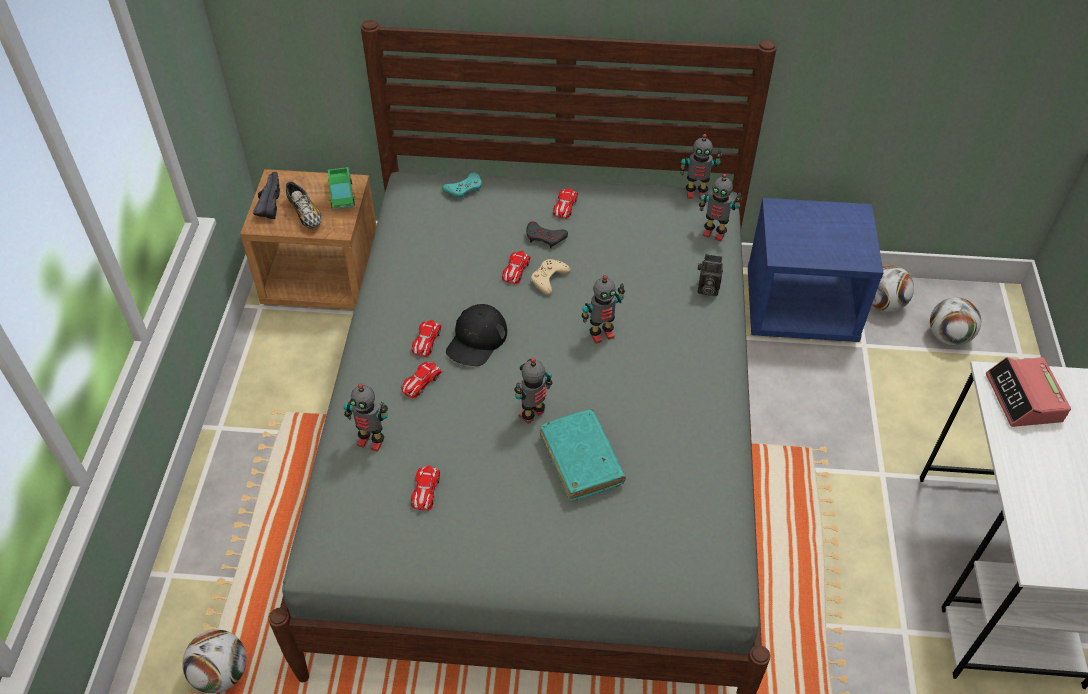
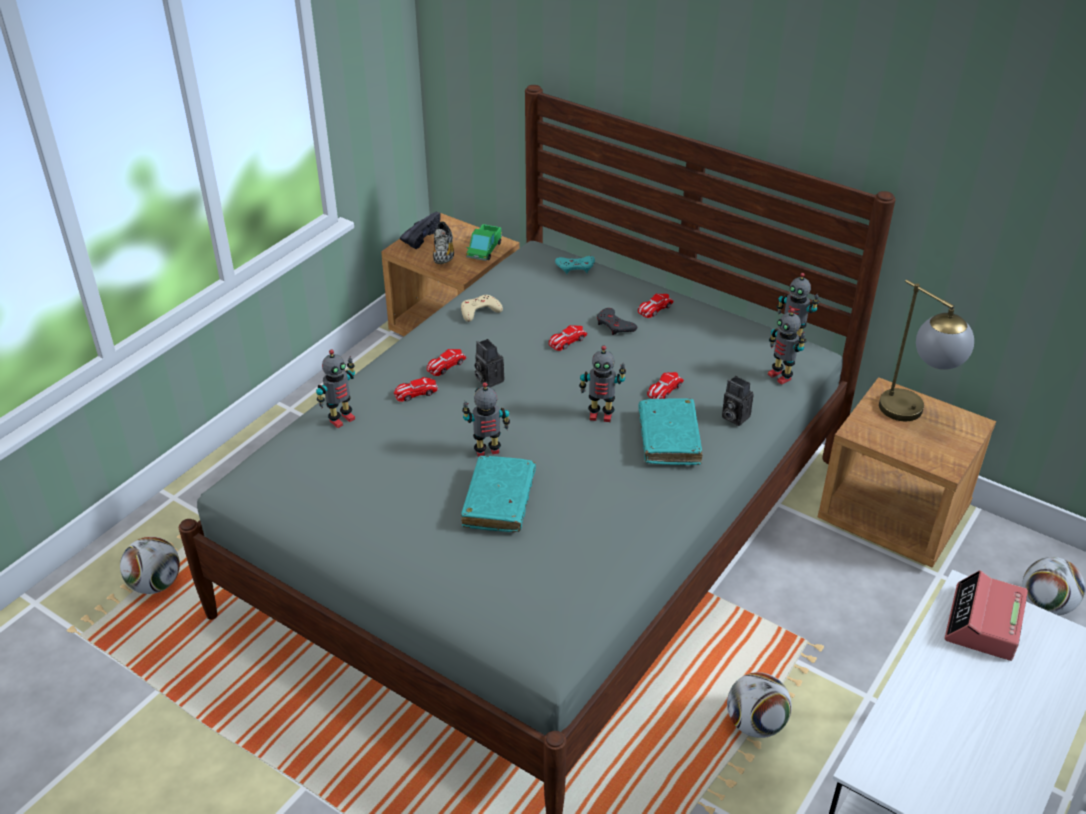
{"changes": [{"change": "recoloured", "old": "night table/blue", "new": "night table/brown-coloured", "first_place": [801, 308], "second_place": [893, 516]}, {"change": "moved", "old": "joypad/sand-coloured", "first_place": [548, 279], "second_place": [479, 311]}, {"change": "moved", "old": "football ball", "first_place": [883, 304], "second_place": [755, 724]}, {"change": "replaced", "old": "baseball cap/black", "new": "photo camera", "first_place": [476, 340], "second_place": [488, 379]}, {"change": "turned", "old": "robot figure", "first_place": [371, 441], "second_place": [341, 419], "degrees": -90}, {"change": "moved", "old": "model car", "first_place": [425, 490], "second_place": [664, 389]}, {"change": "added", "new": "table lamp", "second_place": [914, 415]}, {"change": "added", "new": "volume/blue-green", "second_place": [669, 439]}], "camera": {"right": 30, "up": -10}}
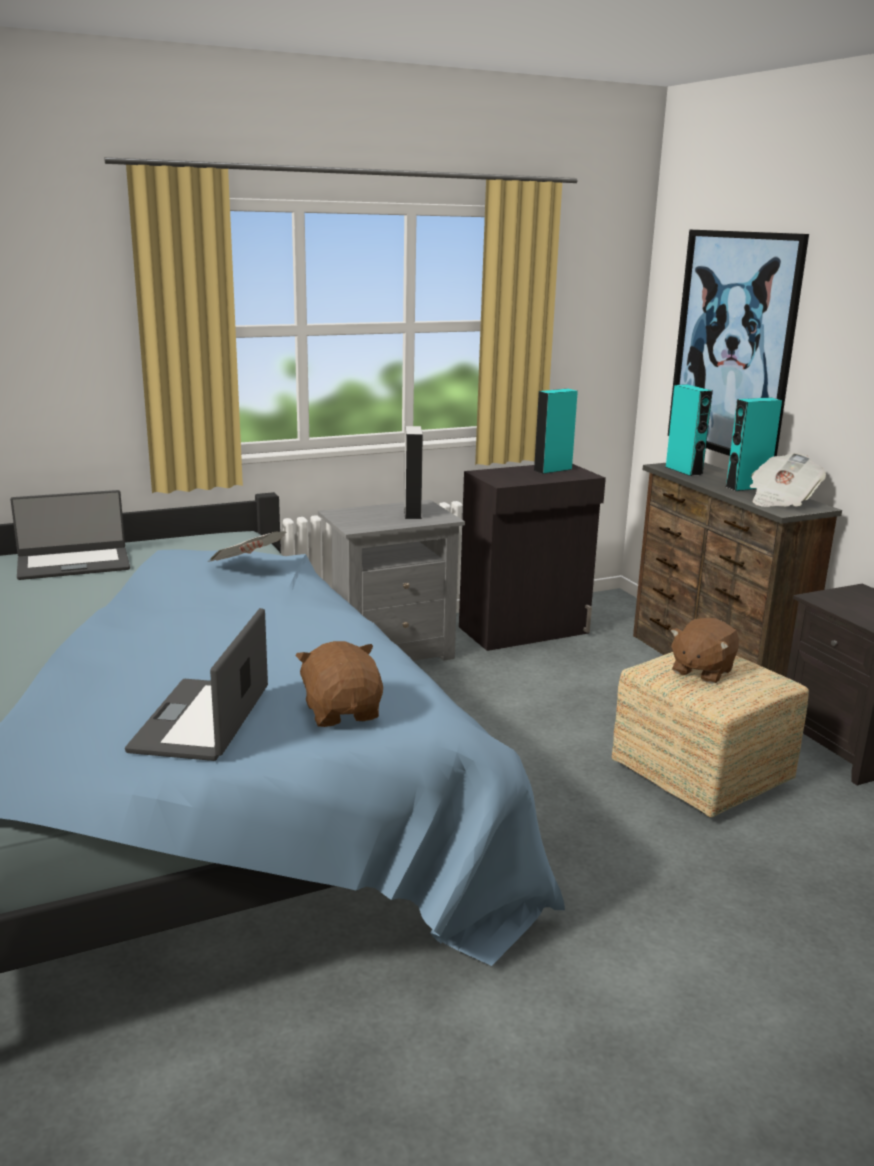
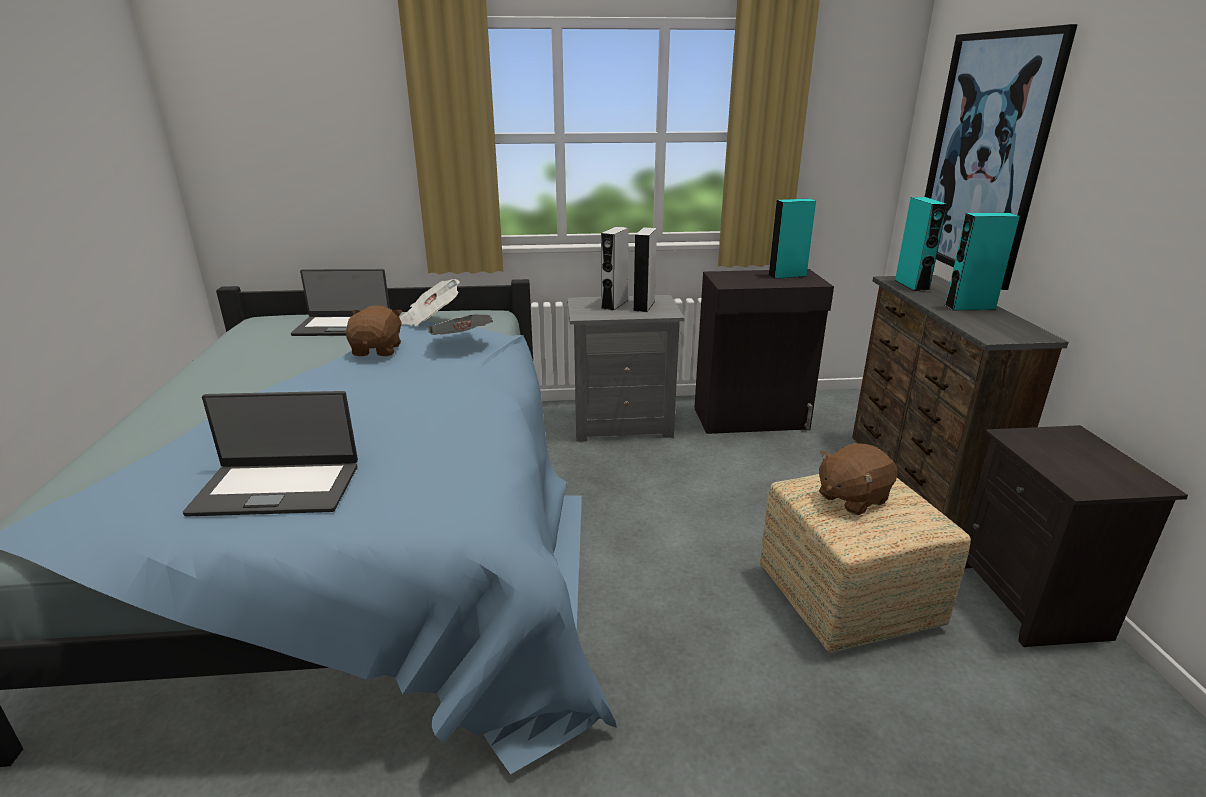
{"changes": [{"change": "moved", "old": "newspaper", "first_place": [781, 500], "second_place": [430, 319]}, {"change": "turned", "old": "portable computer", "first_place": [203, 720], "second_place": [277, 488], "degrees": -120}, {"change": "moved", "old": "cuddly toy/brown-coloured", "first_place": [342, 712], "second_place": [378, 350]}, {"change": "added", "new": "audio speaker/gray", "second_place": [614, 304]}], "camera": {"right": 20, "up": 5}}
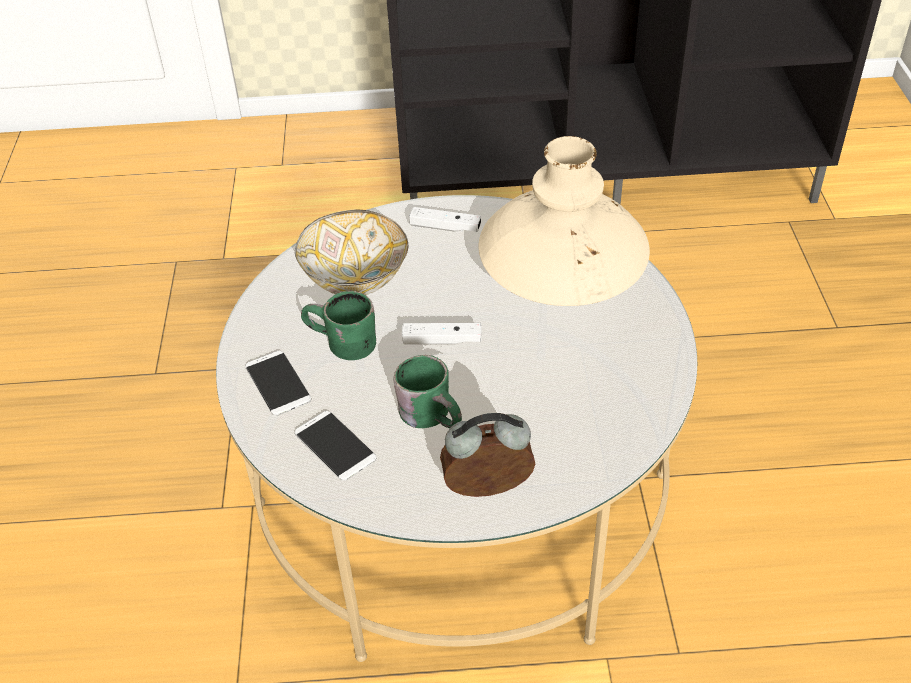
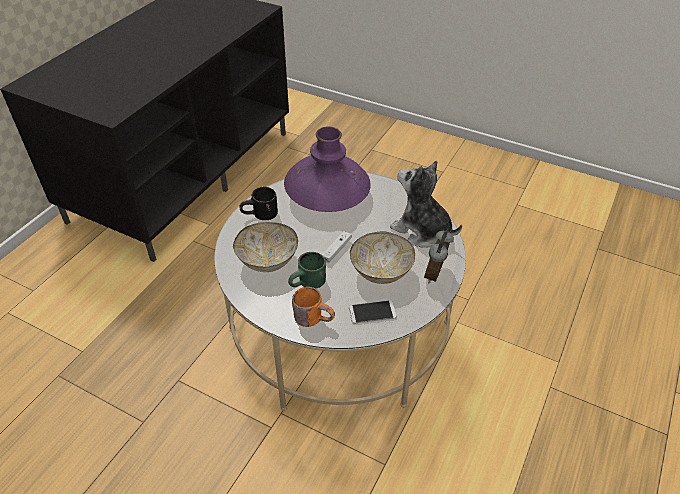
{"changes": [{"change": "recoloured", "old": "flower vase/sand-coloured", "new": "flower vase/purple-coloured", "first_place": [562, 270], "second_place": [327, 195]}, {"change": "replaced", "old": "joypad/whitish", "new": "mug/black", "first_place": [445, 227], "second_place": [261, 216]}, {"change": "replaced", "old": "phone", "new": "mug/orangey", "first_place": [278, 383], "second_place": [314, 317]}, {"change": "replaced", "old": "mug/green-coloured", "new": "deep dish", "first_place": [434, 415], "second_place": [380, 272]}, {"change": "added", "new": "cuddly toy", "second_place": [422, 231]}], "camera": {"right": -60, "up": 0}}
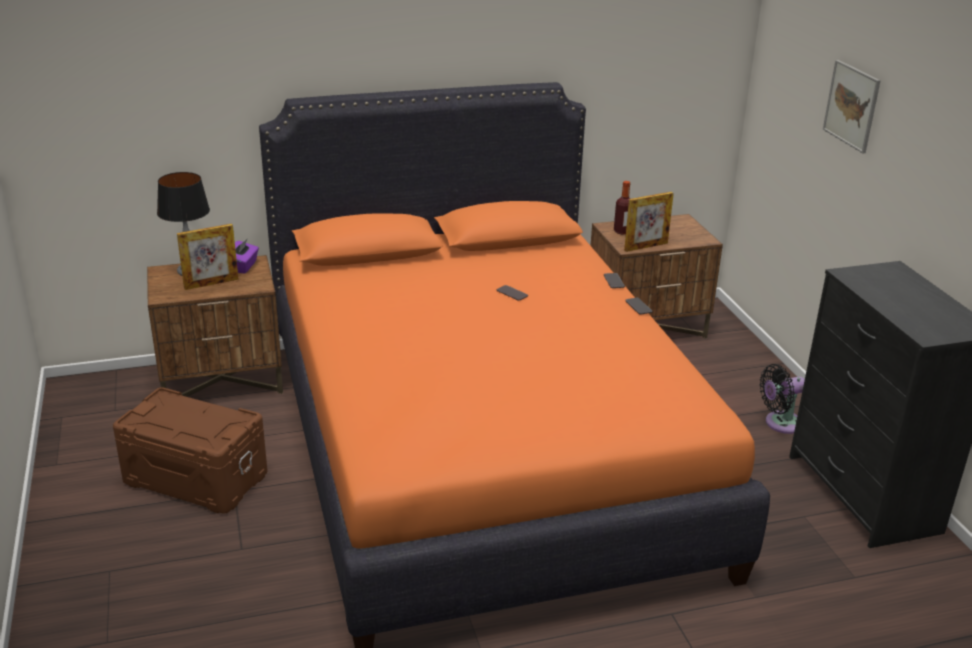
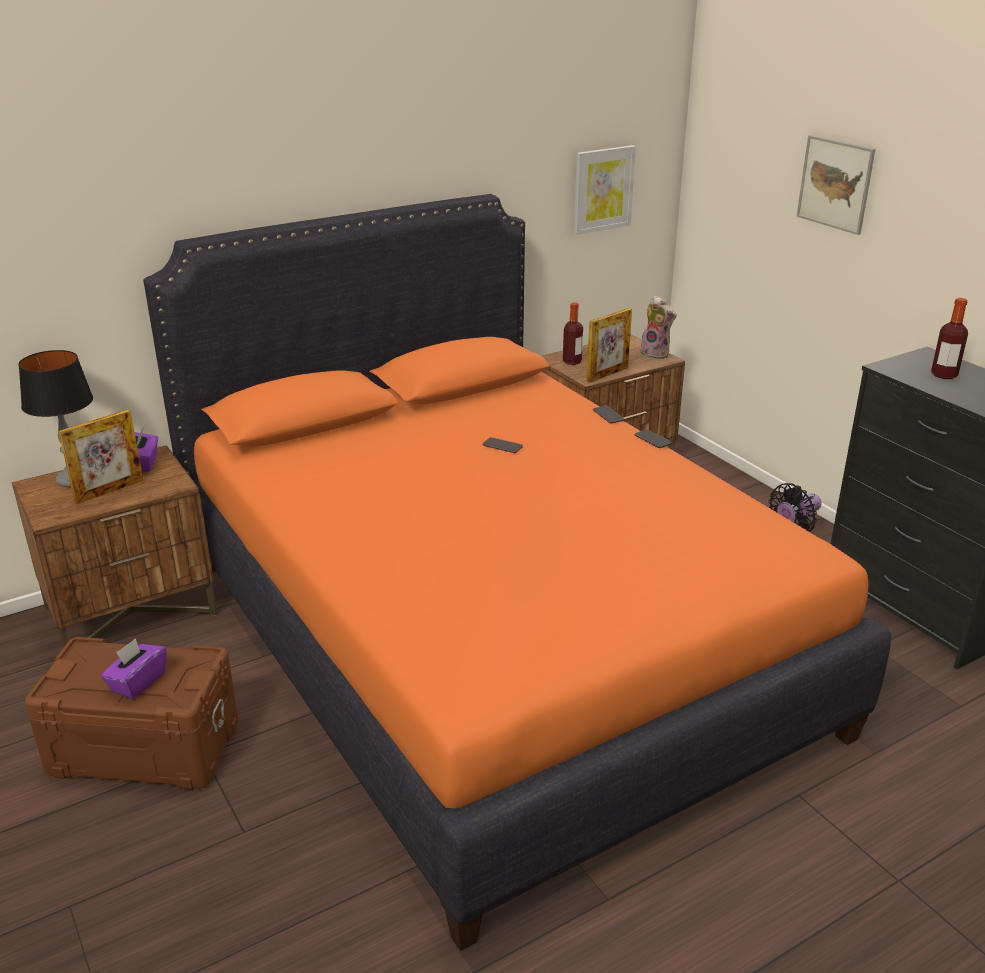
{"changes": [{"change": "added", "new": "wall picture", "second_place": [602, 189]}, {"change": "added", "new": "cuddly toy", "second_place": [656, 354]}, {"change": "added", "new": "drink bottle", "second_place": [944, 375]}, {"change": "added", "new": "box of tissues/purple-coloured", "second_place": [137, 682]}], "camera": {"right": -15, "up": 0}}
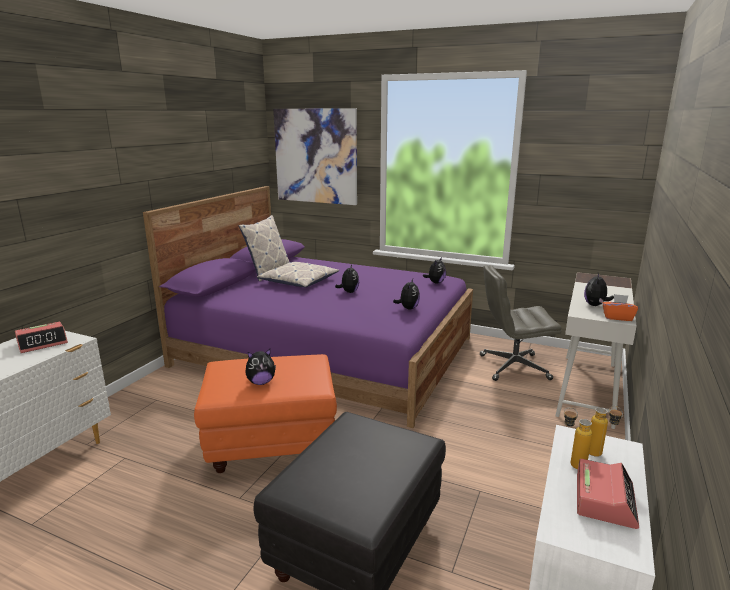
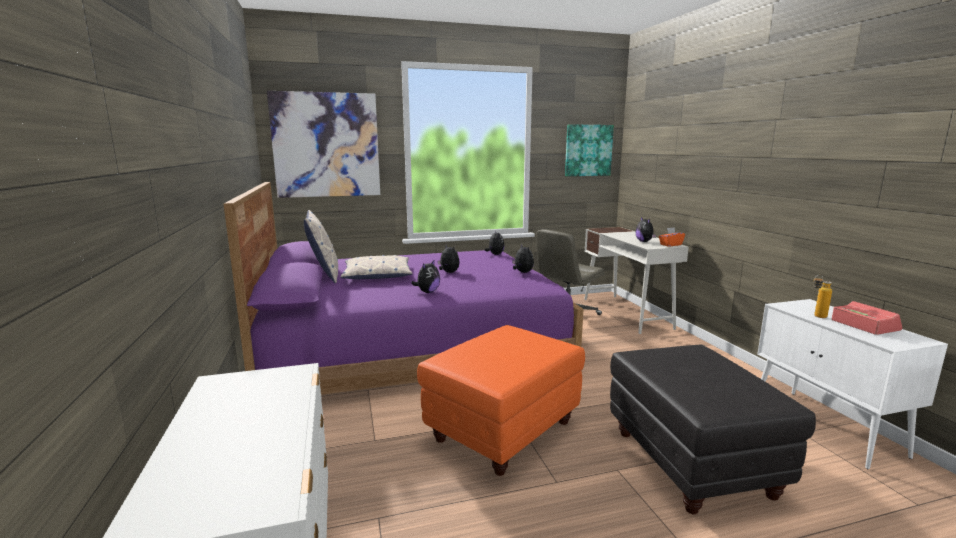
{"changes": [{"change": "removed", "old": "table clock", "first_place": [43, 343]}, {"change": "moved", "old": "cuddly toy", "first_place": [261, 382], "second_place": [427, 292]}, {"change": "removed", "old": "drink bottle", "first_place": [600, 455]}, {"change": "added", "new": "wall picture", "second_place": [588, 150]}], "camera": {"right": -40, "up": -5}}
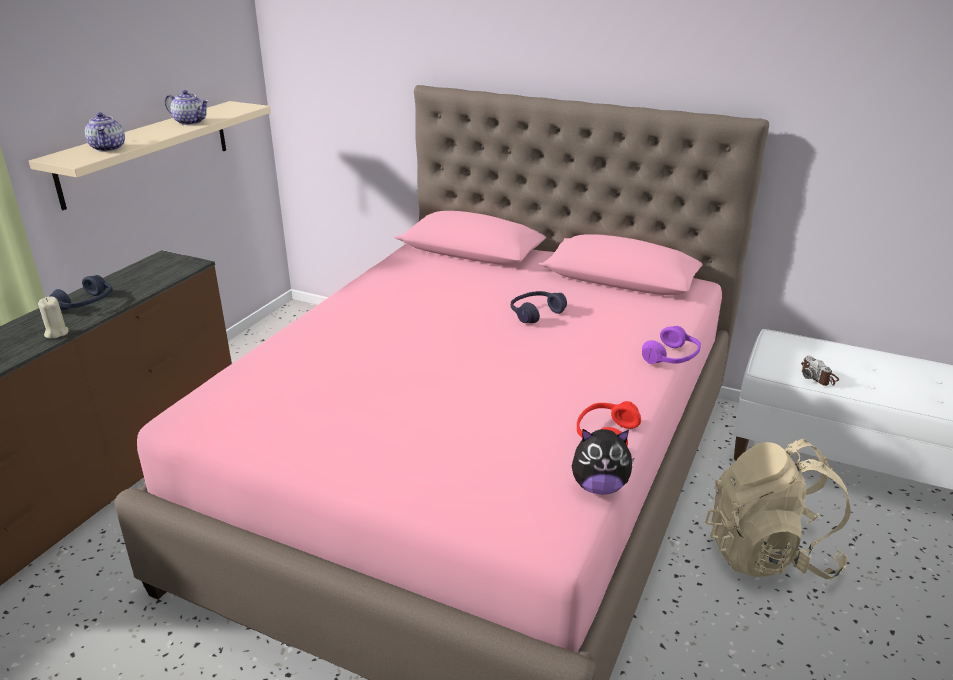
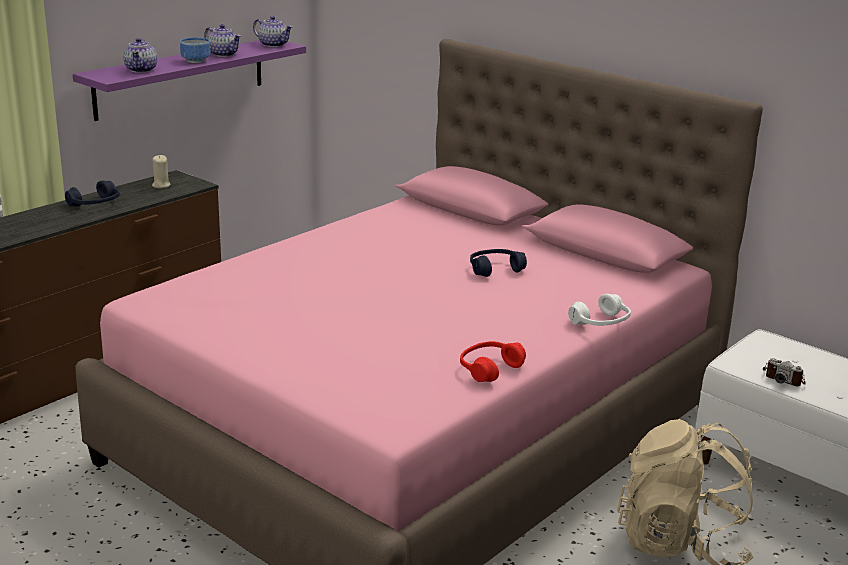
{"changes": [{"change": "recoloured", "old": "bracket shelf/sand-coloured", "new": "bracket shelf/purple-coloured", "first_place": [147, 152], "second_place": [181, 78]}, {"change": "moved", "old": "wax candle/sand-coloured", "first_place": [56, 333], "second_place": [161, 185]}, {"change": "recoloured", "old": "headset/purple-coloured", "new": "headset/whitish", "first_place": [671, 357], "second_place": [600, 323]}, {"change": "turned", "old": "photo camera", "first_place": [819, 377], "second_place": [784, 378], "degrees": -45}, {"change": "removed", "old": "cuddly toy", "first_place": [599, 487]}, {"change": "added", "new": "teapot", "second_place": [273, 45]}, {"change": "added", "new": "deep dish", "second_place": [195, 60]}], "camera": {"right": 15, "up": -5}}
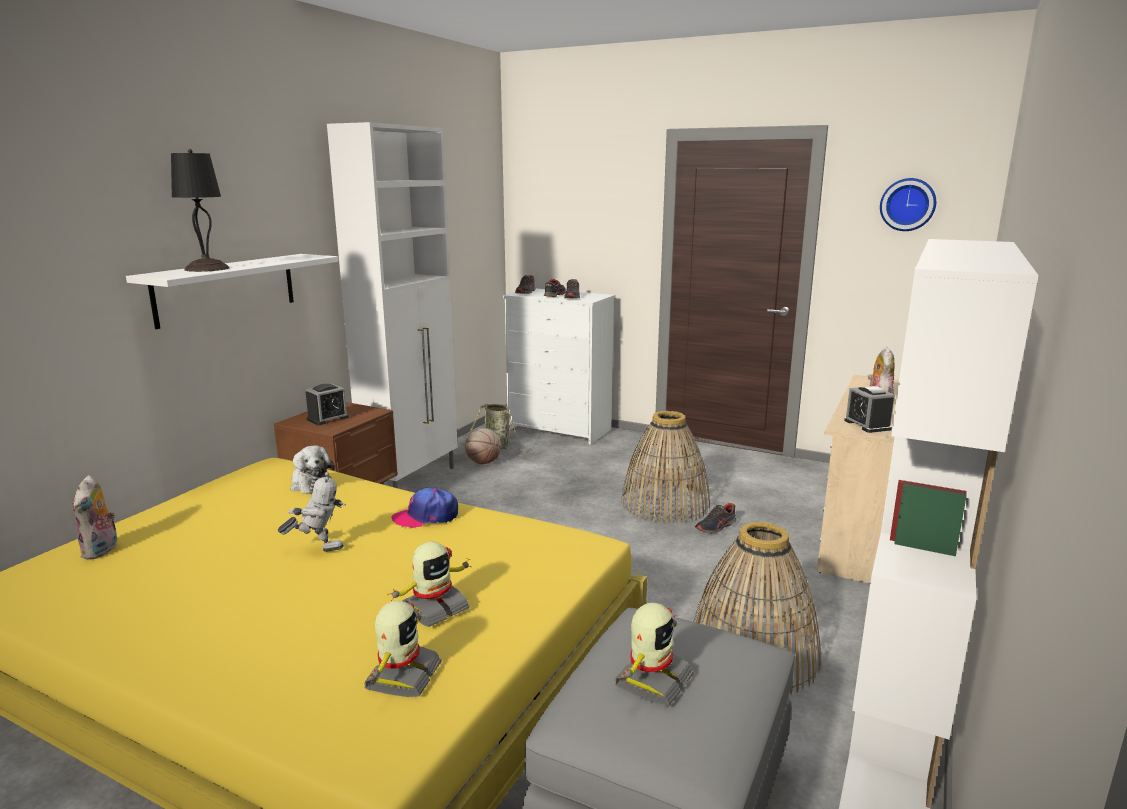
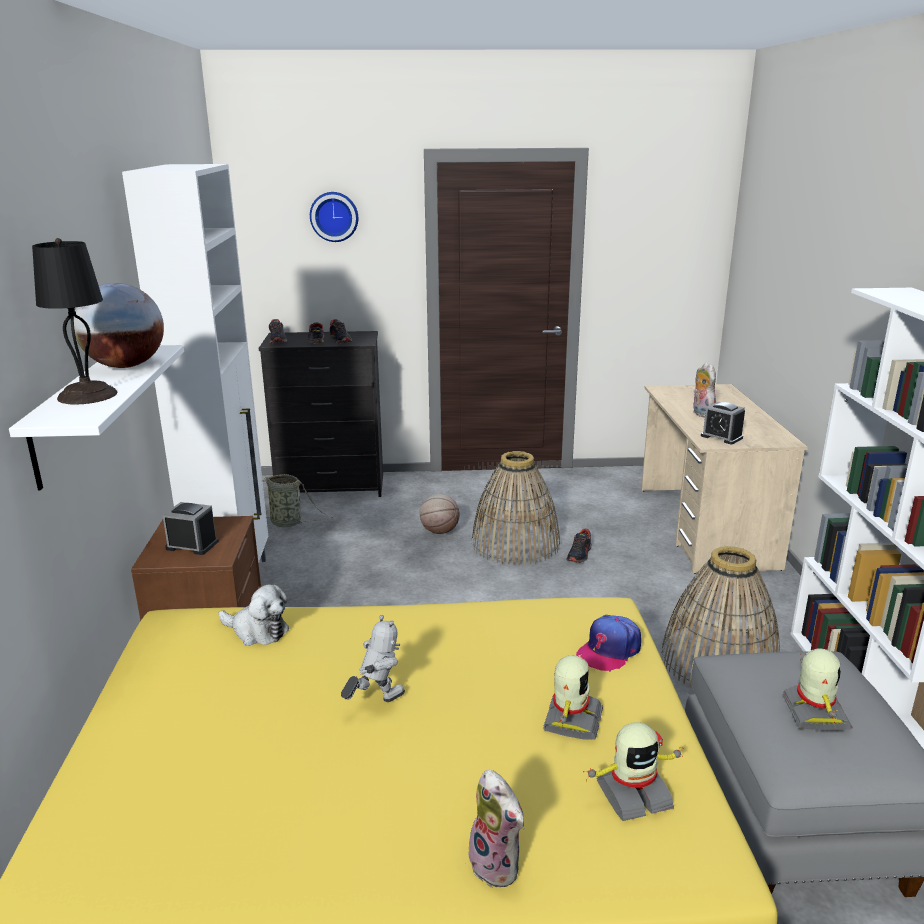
{"changes": [{"change": "moved", "old": "clock on the wall", "first_place": [907, 204], "second_place": [334, 216]}, {"change": "recoloured", "old": "drawer chest/whitish", "new": "drawer chest/black", "first_place": [560, 430], "second_place": [332, 487]}, {"change": "turned", "old": "table clock", "first_place": [328, 418], "second_place": [192, 545], "degrees": -90}, {"change": "moved", "old": "basketball", "first_place": [483, 462], "second_place": [439, 531]}, {"change": "moved", "old": "cuddly toy", "first_place": [102, 551], "second_place": [498, 865]}, {"change": "moved", "old": "baseball cap", "first_place": [426, 516], "second_place": [609, 650]}, {"change": "turned", "old": "robot figure", "first_place": [401, 676], "second_place": [632, 794], "degrees": 90}, {"change": "added", "new": "globe", "second_place": [126, 366]}], "camera": {"right": -30, "up": 5}}
